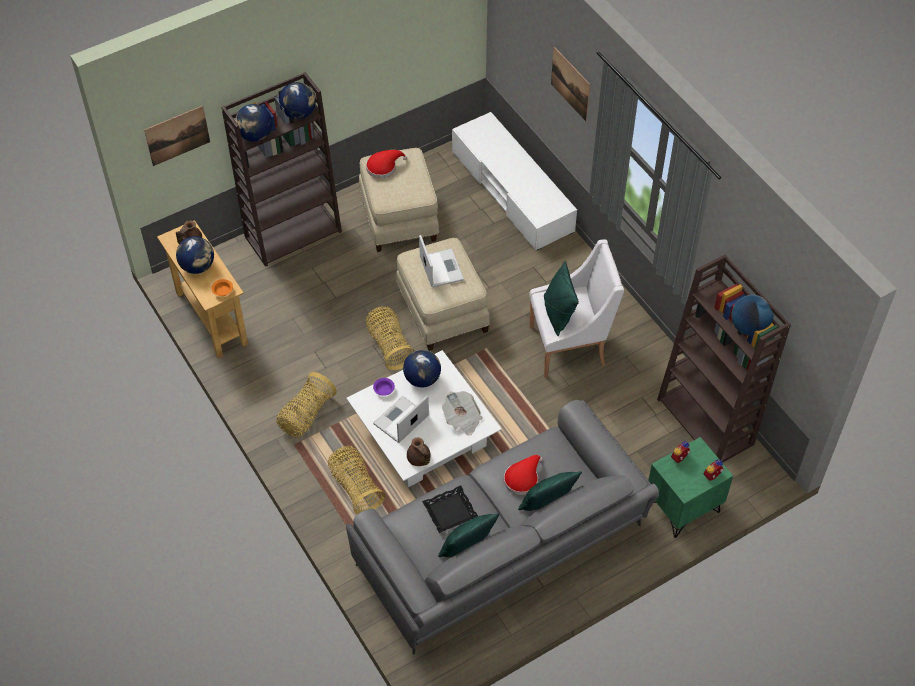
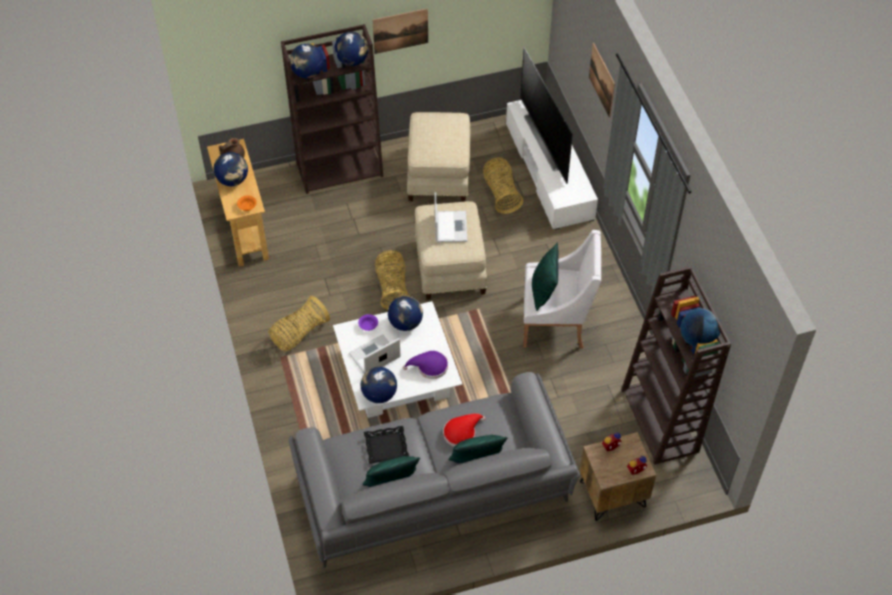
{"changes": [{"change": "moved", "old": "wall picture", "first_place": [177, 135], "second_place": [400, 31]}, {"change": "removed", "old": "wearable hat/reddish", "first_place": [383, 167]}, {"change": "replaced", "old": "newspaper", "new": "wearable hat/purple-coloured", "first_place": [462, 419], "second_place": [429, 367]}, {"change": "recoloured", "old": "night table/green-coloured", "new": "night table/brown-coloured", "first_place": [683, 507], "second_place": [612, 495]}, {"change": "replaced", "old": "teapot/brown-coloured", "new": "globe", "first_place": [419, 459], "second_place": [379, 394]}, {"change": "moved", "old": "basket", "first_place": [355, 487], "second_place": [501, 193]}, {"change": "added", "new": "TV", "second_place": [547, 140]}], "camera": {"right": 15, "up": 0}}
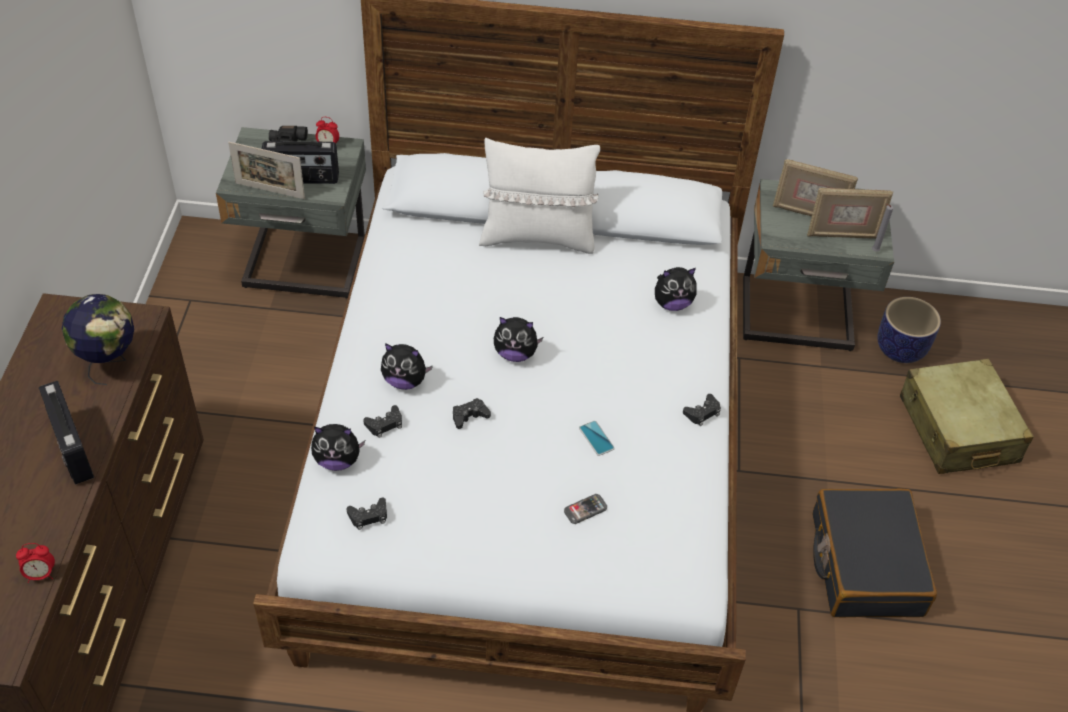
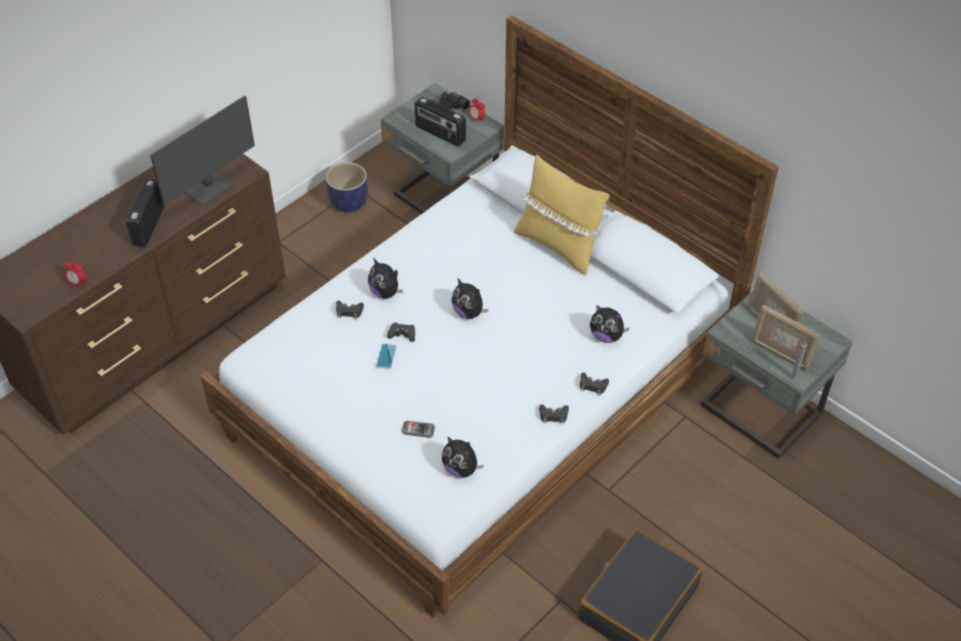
{"changes": [{"change": "recoloured", "old": "pillow/whitish", "new": "pillow/yellow", "first_place": [537, 237], "second_place": [558, 245]}, {"change": "removed", "old": "photo frame", "first_place": [270, 191]}, {"change": "replaced", "old": "globe", "new": "monitor", "first_place": [109, 362], "second_place": [208, 188]}, {"change": "moved", "old": "flower pot", "first_place": [900, 348], "second_place": [349, 202]}, {"change": "removed", "old": "travel case/sand-coloured", "first_place": [957, 430]}, {"change": "moved", "old": "phone", "first_place": [596, 438], "second_place": [386, 356]}, {"change": "moved", "old": "cuddly toy", "first_place": [337, 460], "second_place": [461, 469]}, {"change": "moved", "old": "joypad/black", "first_place": [368, 516], "second_place": [592, 386]}], "camera": {"right": 40, "up": 0}}
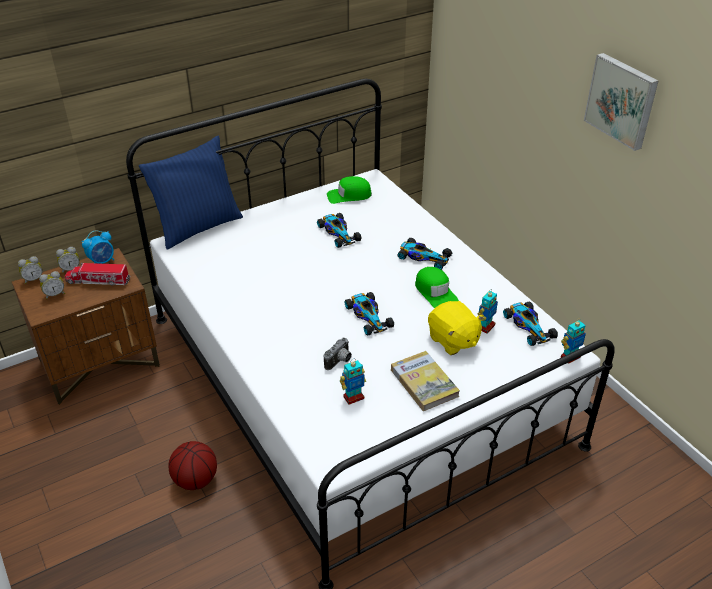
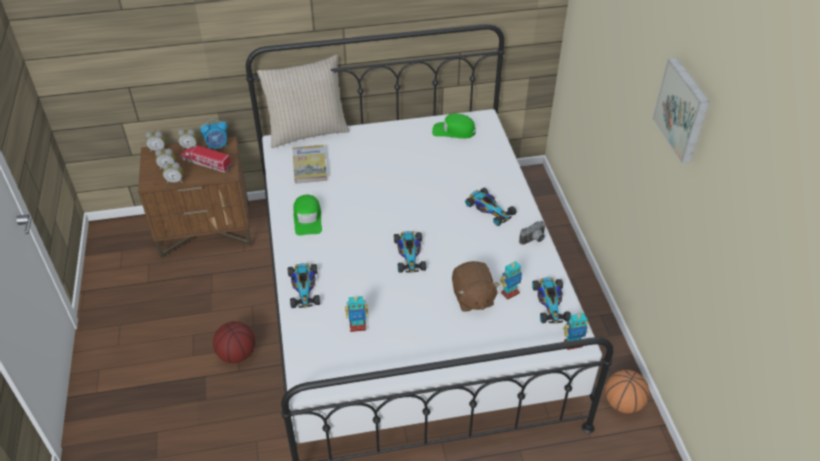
{"changes": [{"change": "recoloured", "old": "pillow/blue", "new": "pillow/sand-coloured", "first_place": [198, 226], "second_place": [307, 132]}, {"change": "moved", "old": "model car", "first_place": [338, 233], "second_place": [304, 287]}, {"change": "moved", "old": "baseball cap/green-coloured", "first_place": [435, 292], "second_place": [308, 219]}, {"change": "recoloured", "old": "cuddly toy/yellow", "new": "cuddly toy/brown-coloured", "first_place": [453, 340], "second_place": [472, 298]}, {"change": "moved", "old": "photo camera", "first_place": [340, 362], "second_place": [533, 240]}, {"change": "moved", "old": "volume", "first_place": [424, 383], "second_place": [309, 166]}, {"change": "added", "new": "table clock", "second_place": [175, 181]}, {"change": "added", "new": "basketball", "second_place": [623, 403]}], "camera": {"right": 20, "up": 5}}
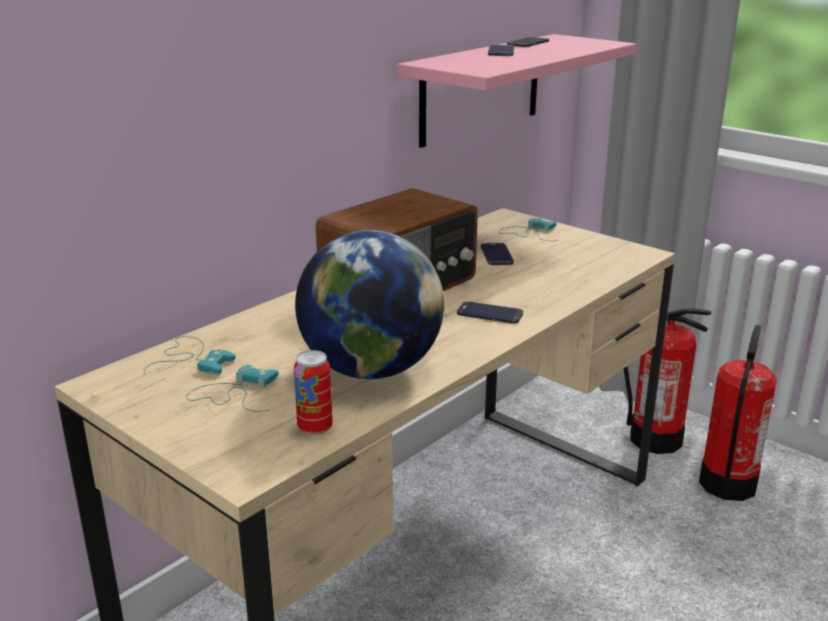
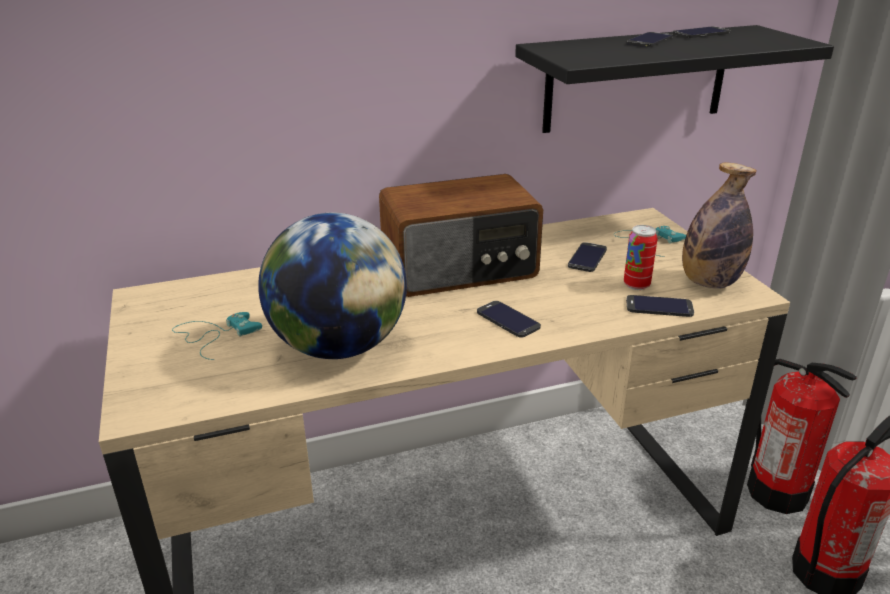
{"changes": [{"change": "recoloured", "old": "bracket shelf/pink-coloured", "new": "bracket shelf/black", "first_place": [481, 89], "second_place": [636, 79]}, {"change": "removed", "old": "joypad/blue-green", "first_place": [192, 359]}, {"change": "moved", "old": "sealed can", "first_place": [315, 428], "second_place": [636, 285]}, {"change": "added", "new": "drink bottle", "second_place": [709, 282]}, {"change": "added", "new": "phone", "second_place": [659, 307]}], "camera": {"right": 30, "up": 5}}
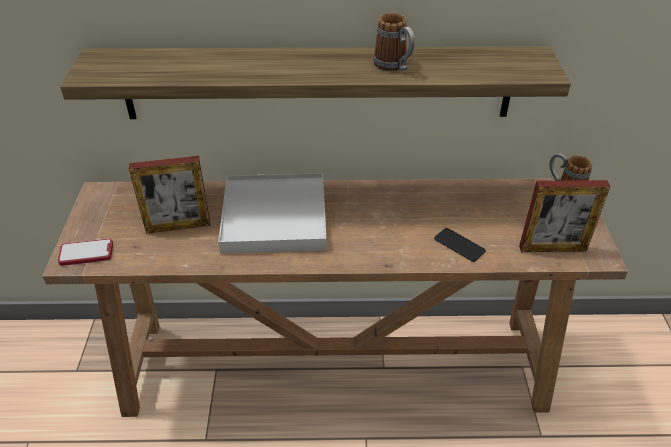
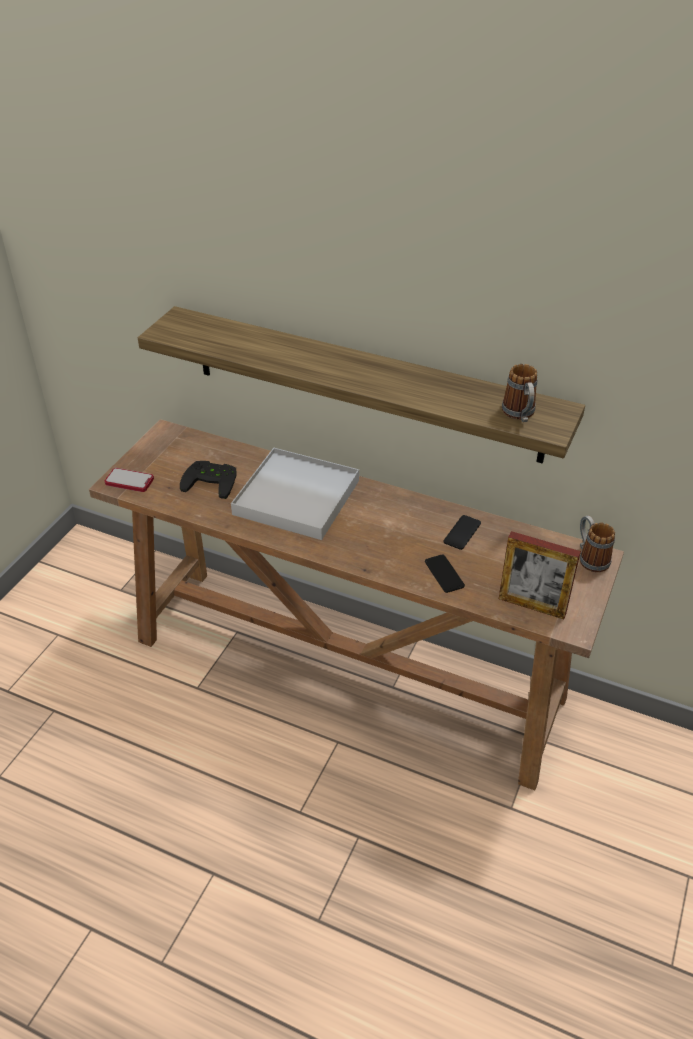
{"changes": [{"change": "moved", "old": "mug", "first_place": [394, 67], "second_place": [520, 415]}, {"change": "replaced", "old": "photo frame", "new": "joypad/black", "first_place": [178, 226], "second_place": [212, 481]}, {"change": "added", "new": "phone", "second_place": [462, 532]}], "camera": {"right": 25, "up": 0}}
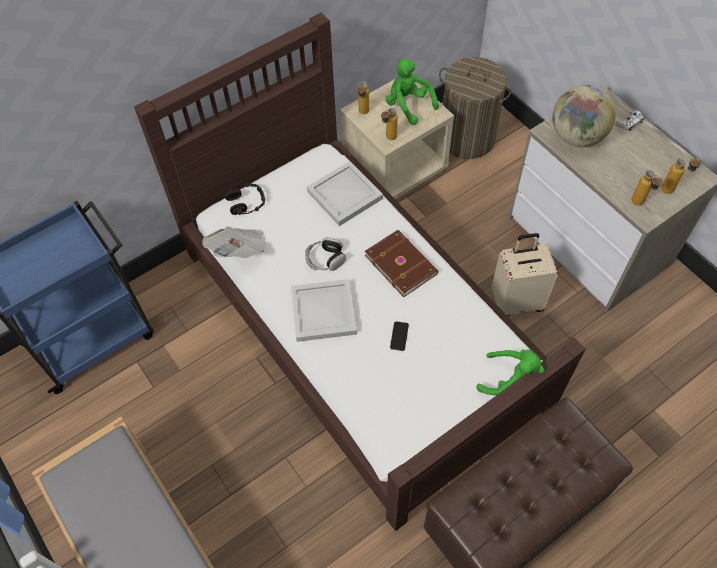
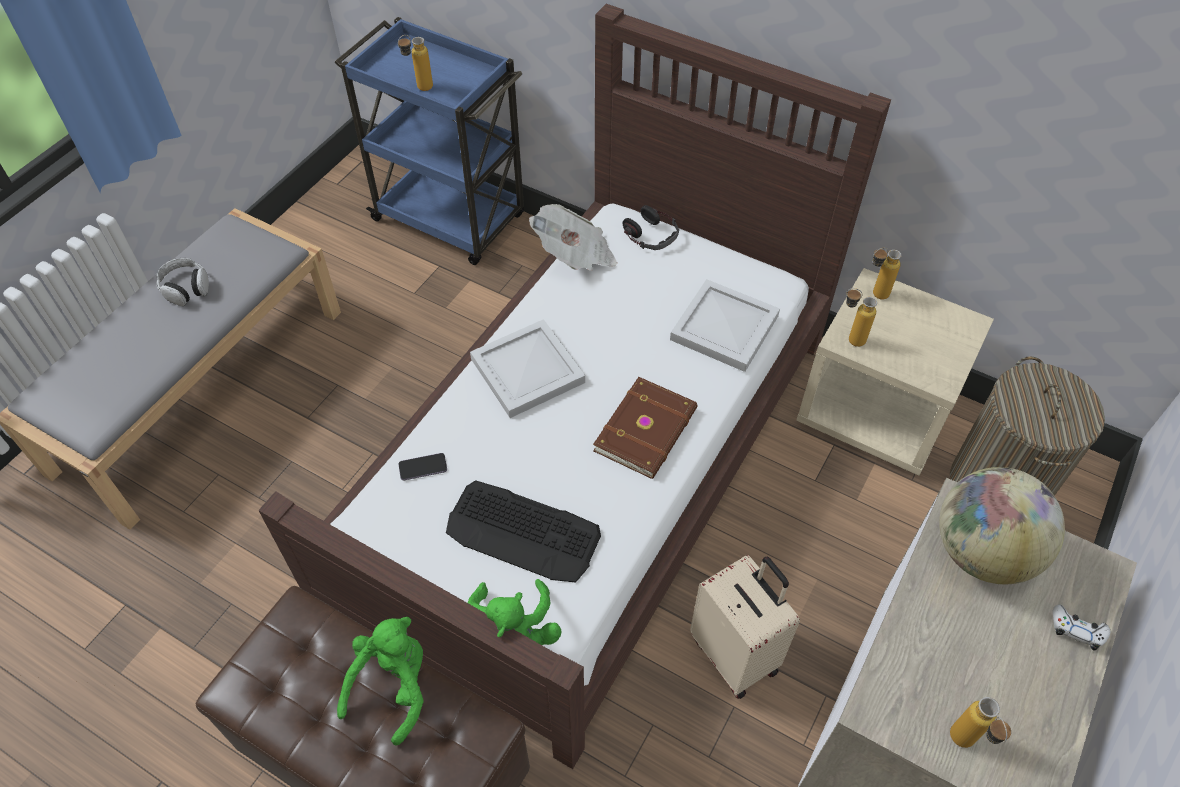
{"changes": [{"change": "moved", "old": "cuddly toy/green-coloured", "first_place": [408, 105], "second_place": [393, 686]}, {"change": "moved", "old": "drink bottle", "first_place": [639, 205], "second_place": [419, 89]}, {"change": "moved", "old": "headset", "first_place": [325, 259], "second_place": [186, 288]}, {"change": "moved", "old": "phone", "first_place": [399, 336], "second_place": [423, 467]}, {"change": "added", "new": "PC keyboard", "second_place": [523, 532]}], "camera": {"right": 65, "up": -5}}
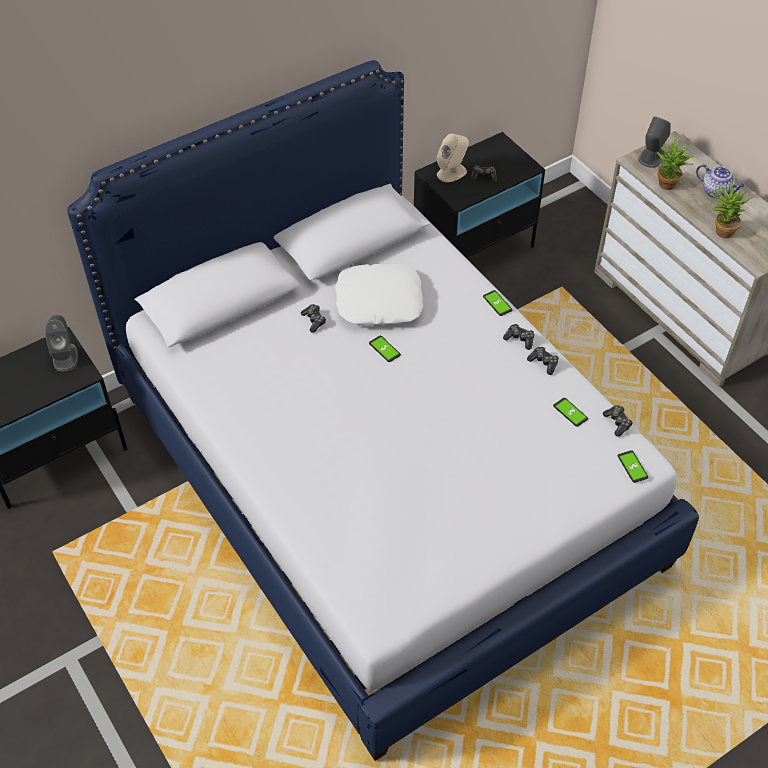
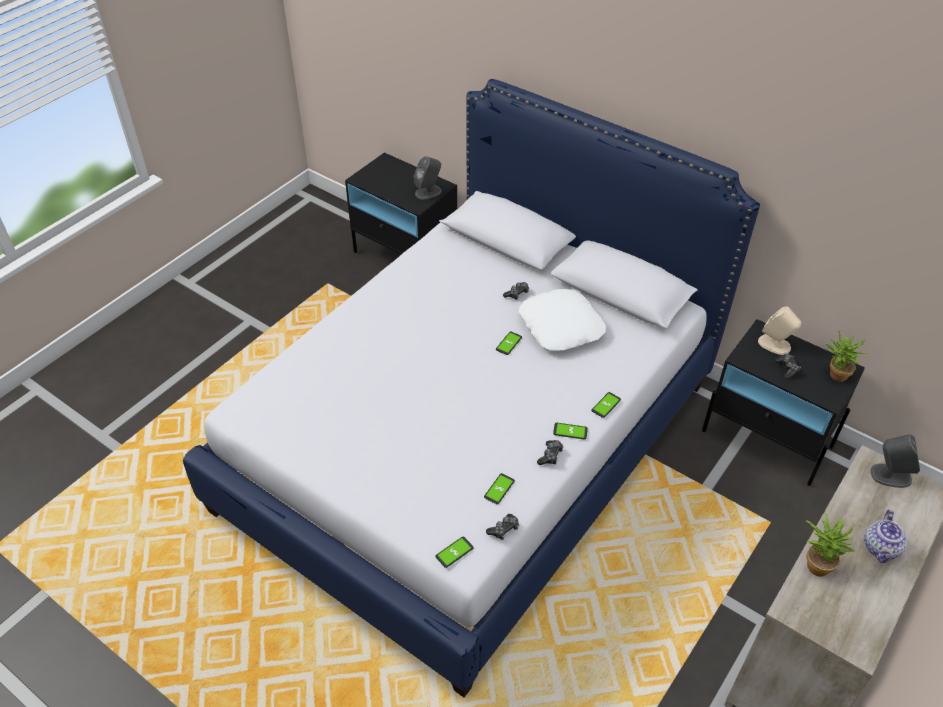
{"changes": [{"change": "moved", "old": "houseplant", "first_place": [667, 187], "second_place": [835, 376]}, {"change": "replaced", "old": "joypad", "new": "phone", "first_place": [519, 339], "second_place": [570, 431]}], "camera": {"right": 70, "up": -5}}
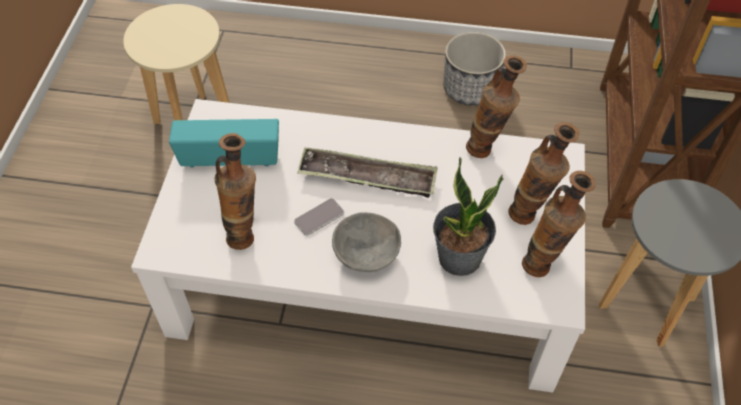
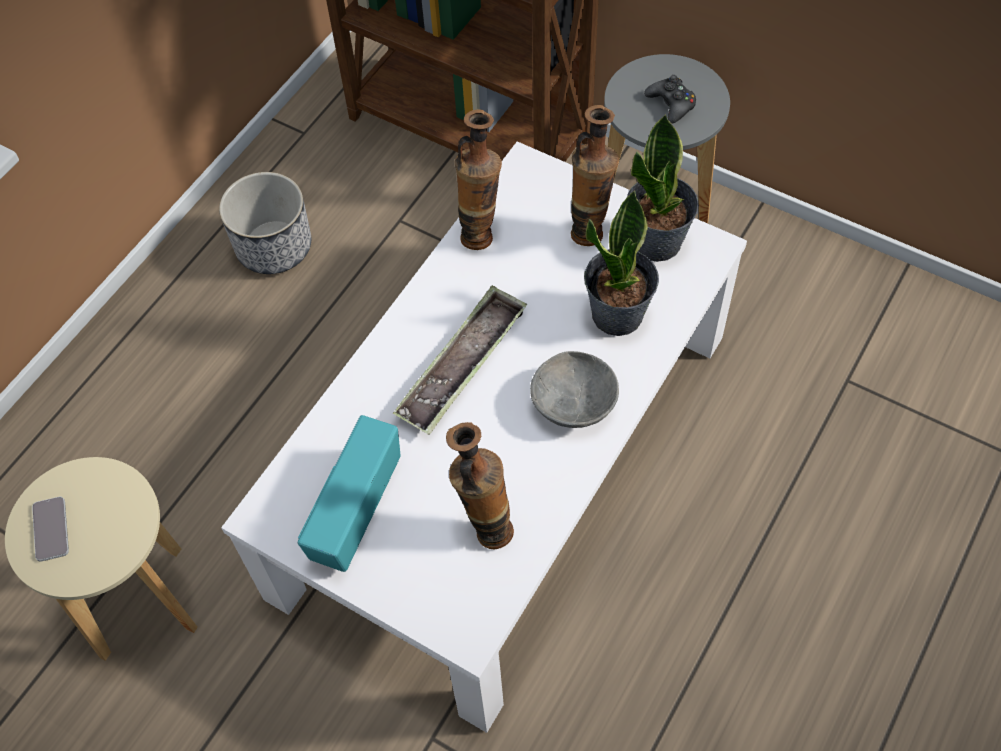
{"changes": [{"change": "replaced", "old": "flower vase", "new": "houseplant", "first_place": [544, 264], "second_place": [657, 242]}, {"change": "moved", "old": "phone", "first_place": [319, 217], "second_place": [51, 529]}, {"change": "added", "new": "joypad/black", "second_place": [671, 104]}], "camera": {"right": -65, "up": 5}}
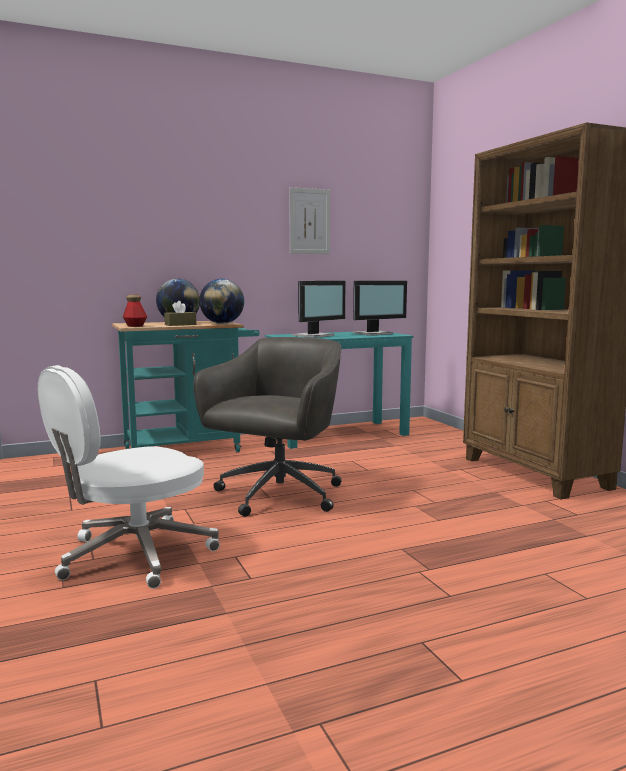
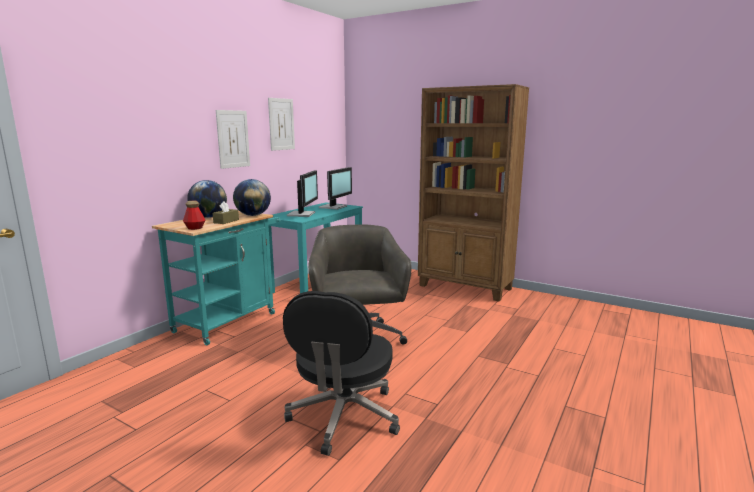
{"changes": [{"change": "recoloured", "old": "desk chair/whitish", "new": "desk chair/black", "first_place": [134, 555], "second_place": [343, 417]}, {"change": "added", "new": "wall picture", "second_place": [233, 139]}], "camera": {"right": -35, "up": 5}}
